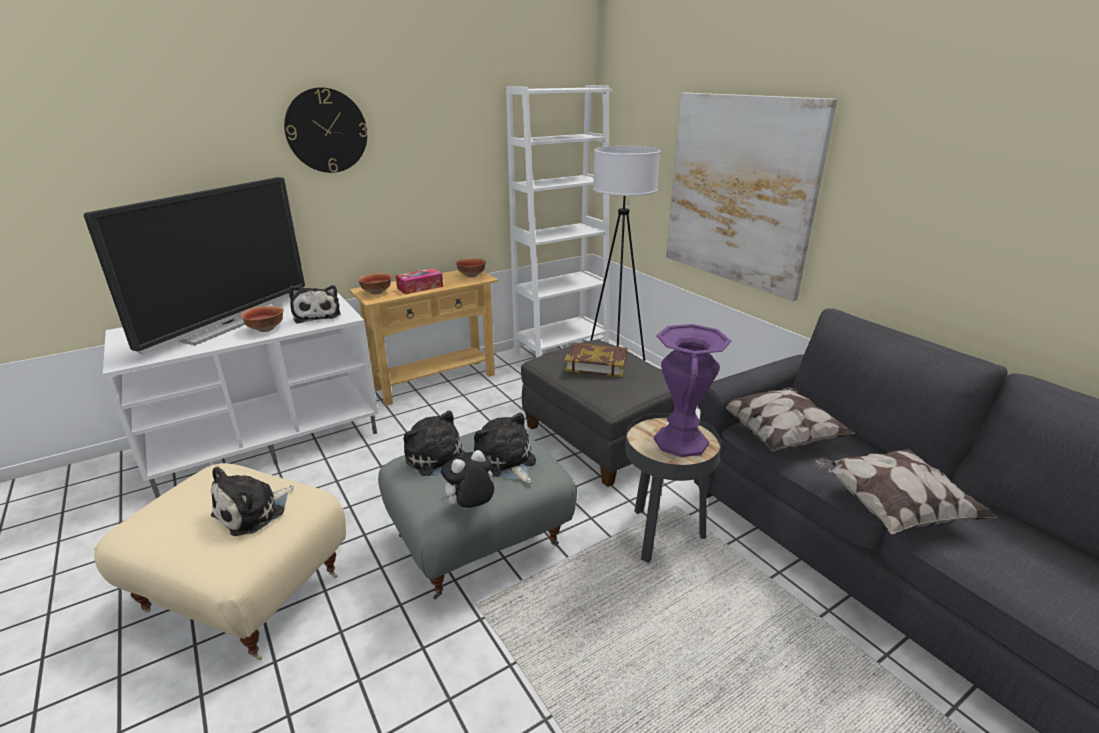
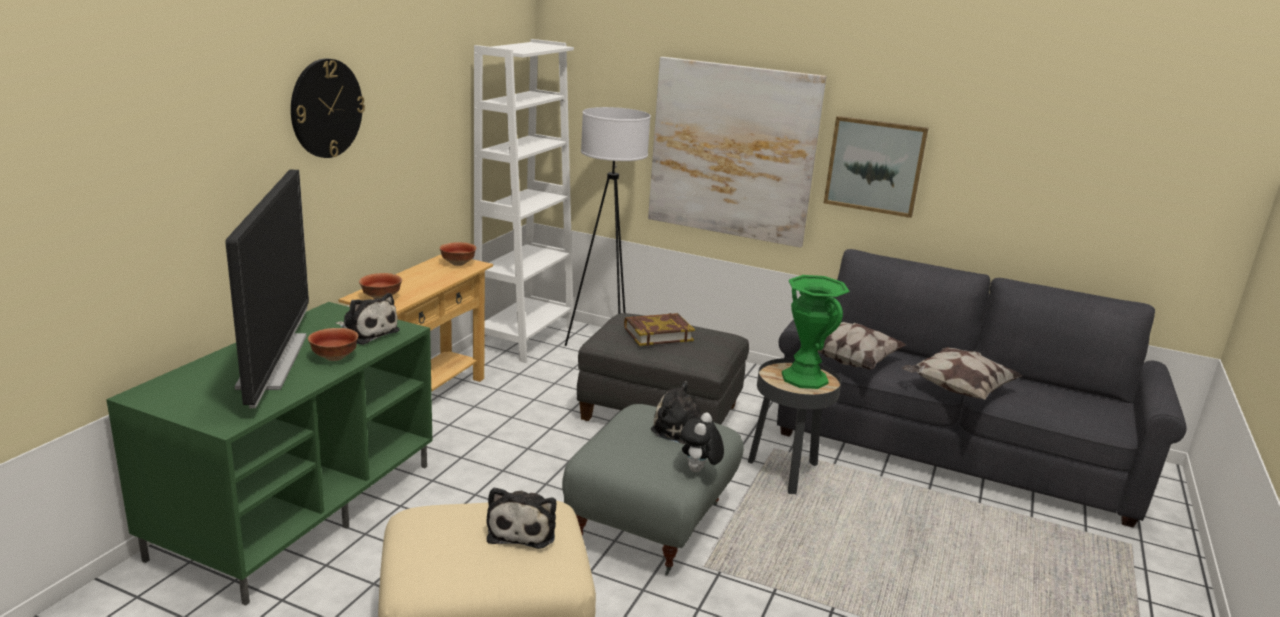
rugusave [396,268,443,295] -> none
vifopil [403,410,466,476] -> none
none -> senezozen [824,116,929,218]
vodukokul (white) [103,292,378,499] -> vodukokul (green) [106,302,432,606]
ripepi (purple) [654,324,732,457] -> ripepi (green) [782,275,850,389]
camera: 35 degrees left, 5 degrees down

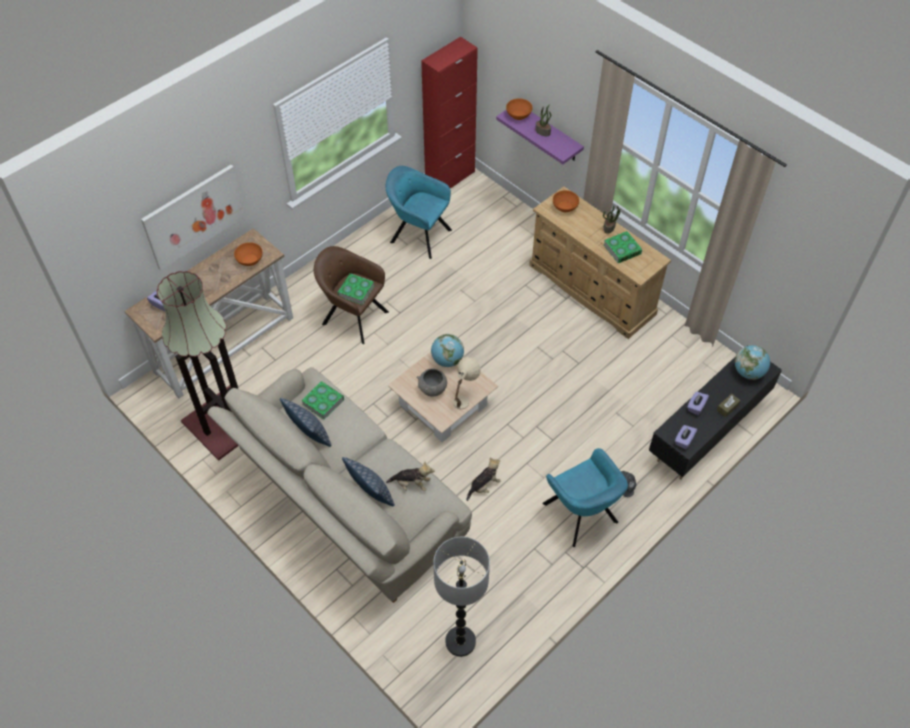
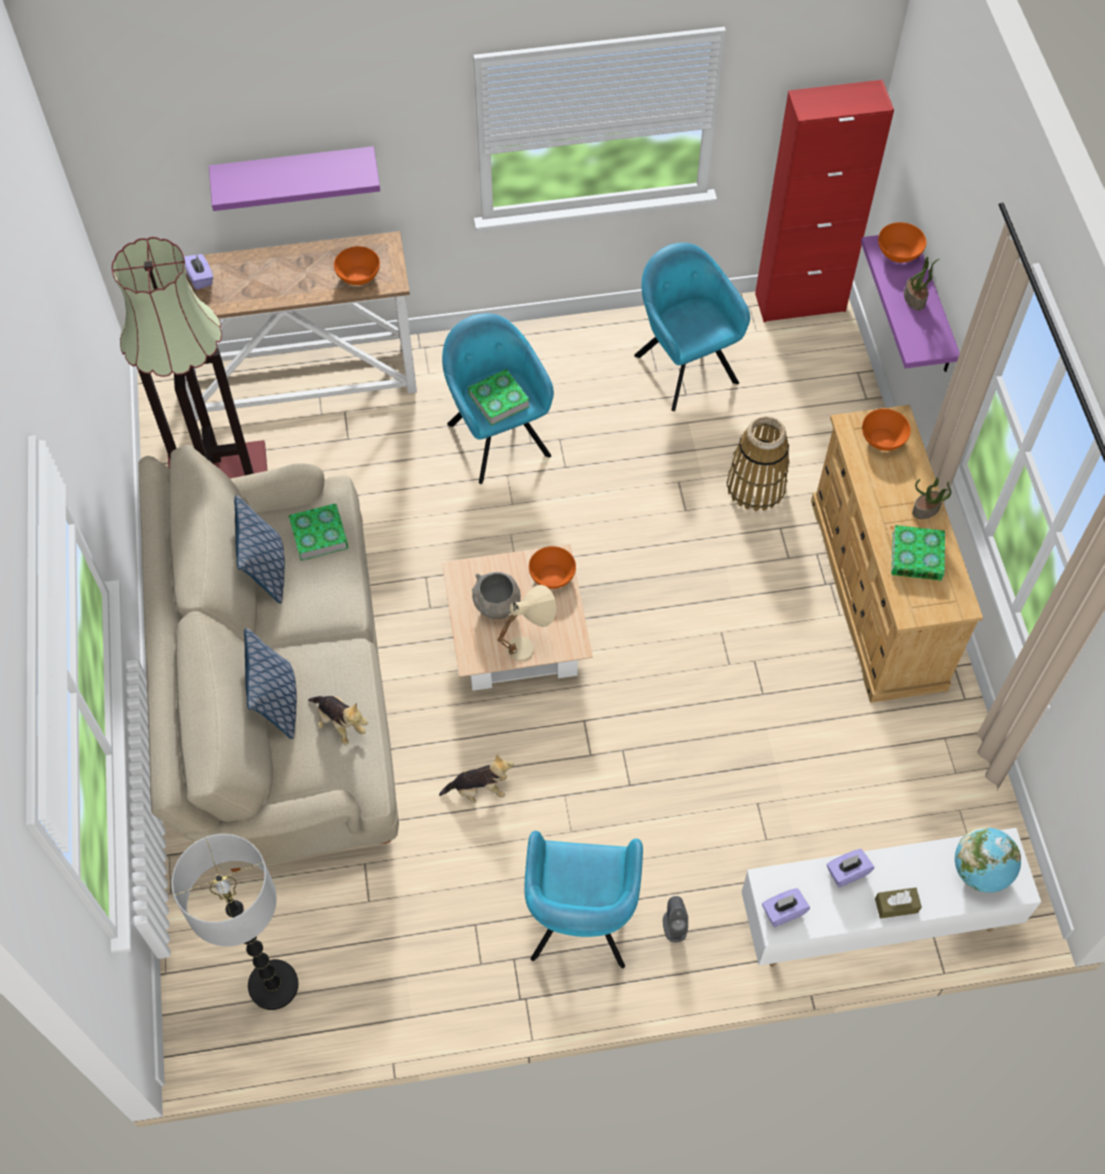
none -> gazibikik [727,416,790,511]
senezozen [141,165,245,270] -> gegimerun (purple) [209,146,380,211]
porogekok [431,334,464,367] -> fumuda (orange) [529,546,576,589]
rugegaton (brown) [314,246,389,344] -> rugegaton (turquoise) [442,313,554,484]
vodukokul (black) [649,356,782,479] -> vodukokul (white) [742,828,1041,967]
camera: 35 degrees right, 5 degrees up

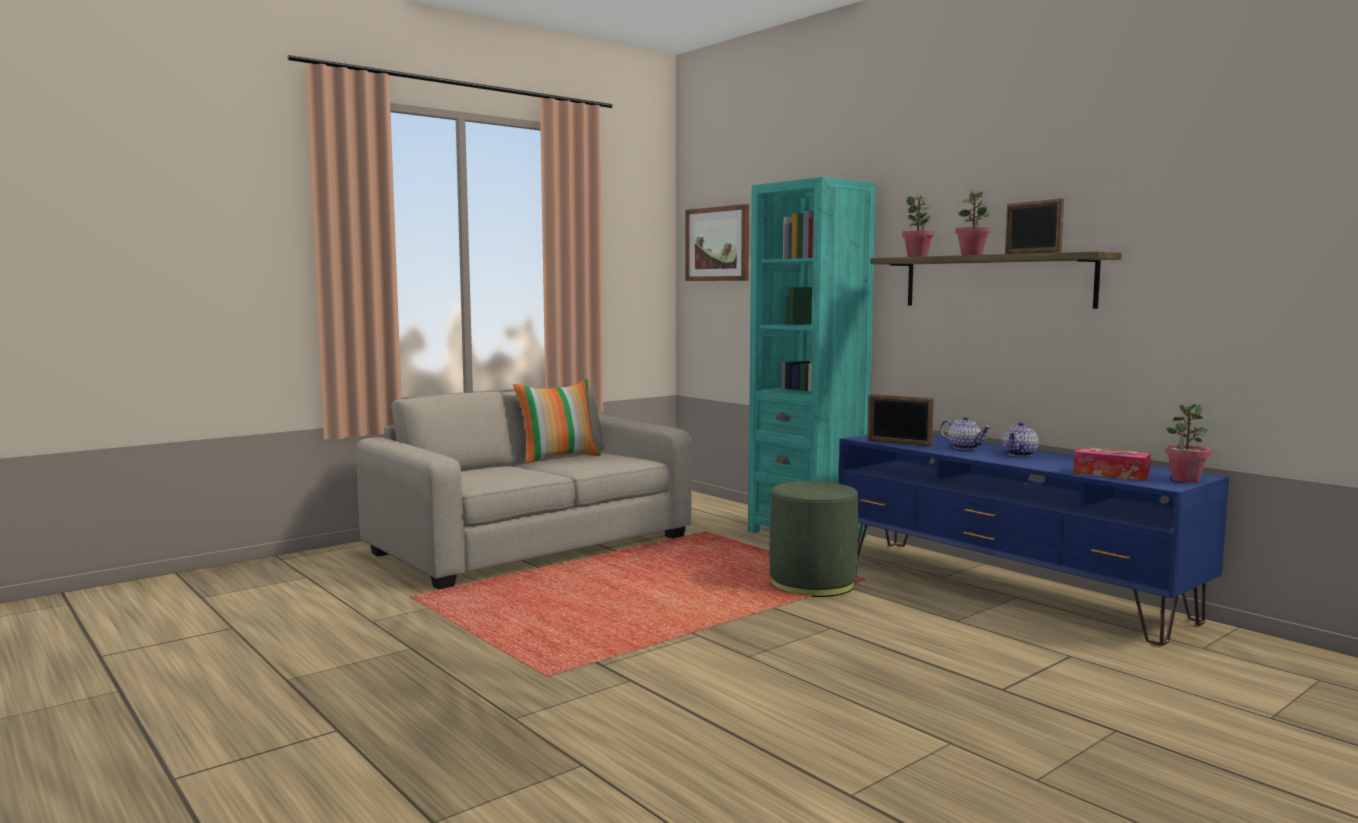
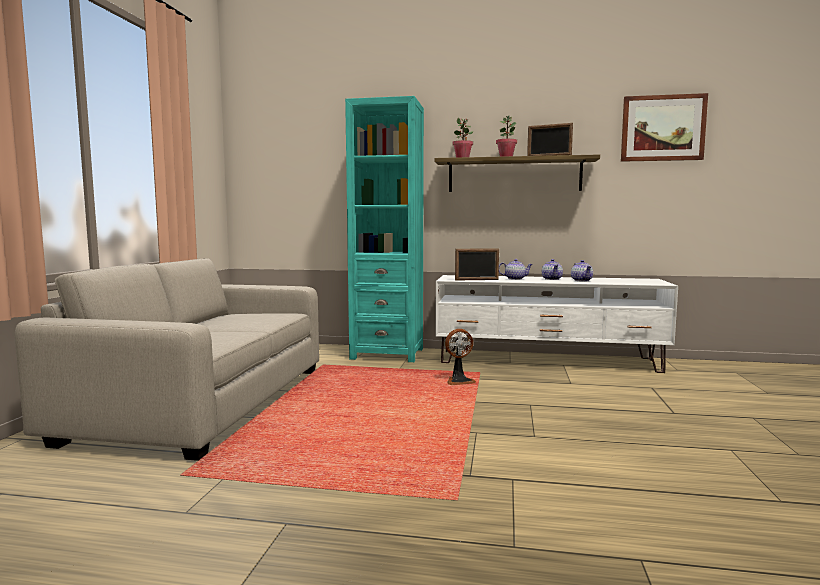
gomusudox [513,379,601,464] -> none
rugusave [1073,447,1151,481] -> none
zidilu [1165,404,1211,483] -> none
none -> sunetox [571,260,593,282]
senezozen [686,204,749,281] -> senezozen [621,93,708,162], shifted
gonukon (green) [770,481,858,597] -> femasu [445,329,476,385]
vodukokul (blue) [839,434,1229,646] -> vodukokul (white) [435,275,678,373]
camera: 40 degrees left, 0 degrees up

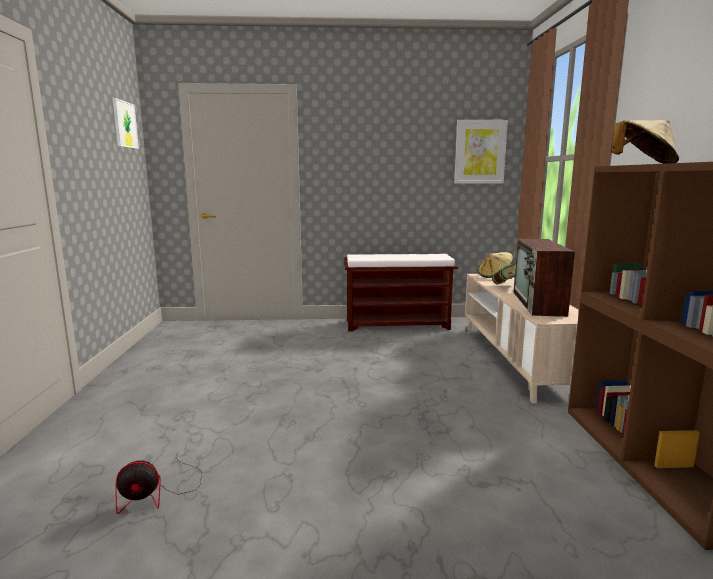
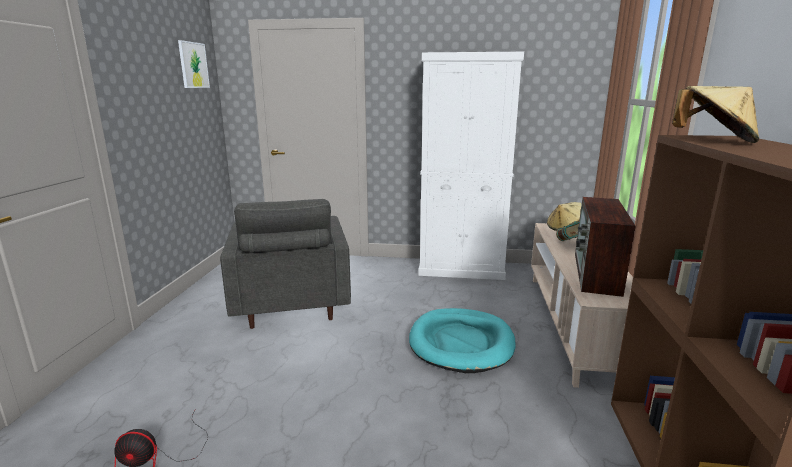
senezozen [454,120,508,184] -> none
none -> rugegaton (grey) [220,199,351,329]
none -> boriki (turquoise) [409,308,516,373]
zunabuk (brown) [344,254,458,332] -> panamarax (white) [418,52,524,280]
camera: 10 degrees right, 5 degrees up

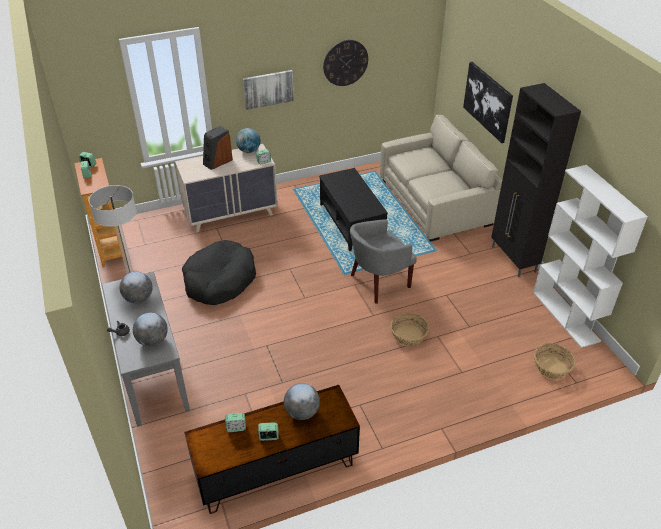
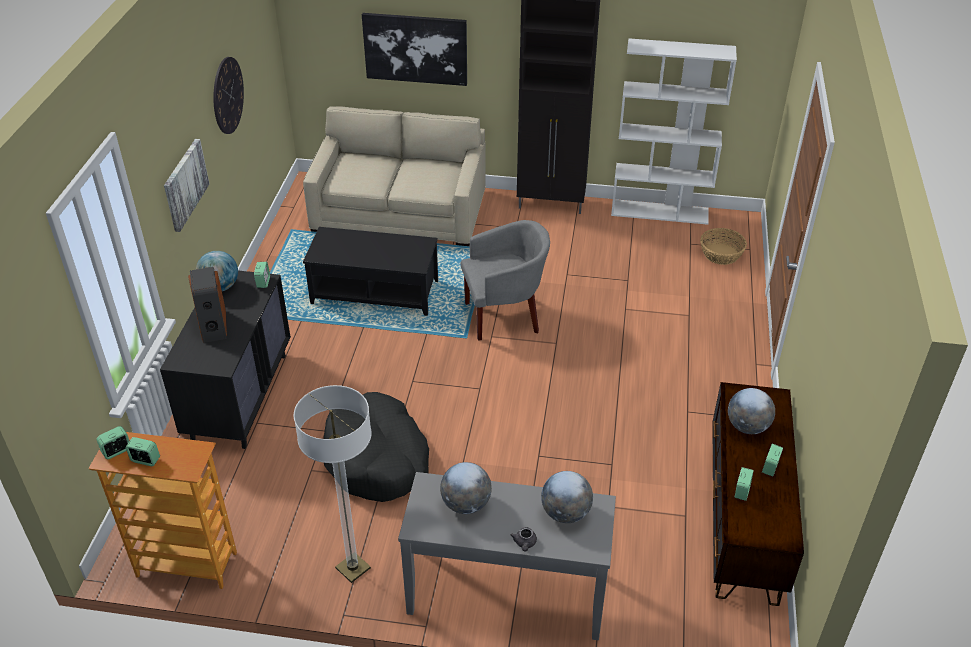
gazibikik [391,313,429,346] -> none
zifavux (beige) [175,144,278,233] -> zifavux (black) [160,271,291,449]
rugegaton (grey) [350,220,417,304] -> rugegaton (grey) [461,220,550,341], 105 degrees counterclockwise
camera: 60 degrees left, 0 degrees up

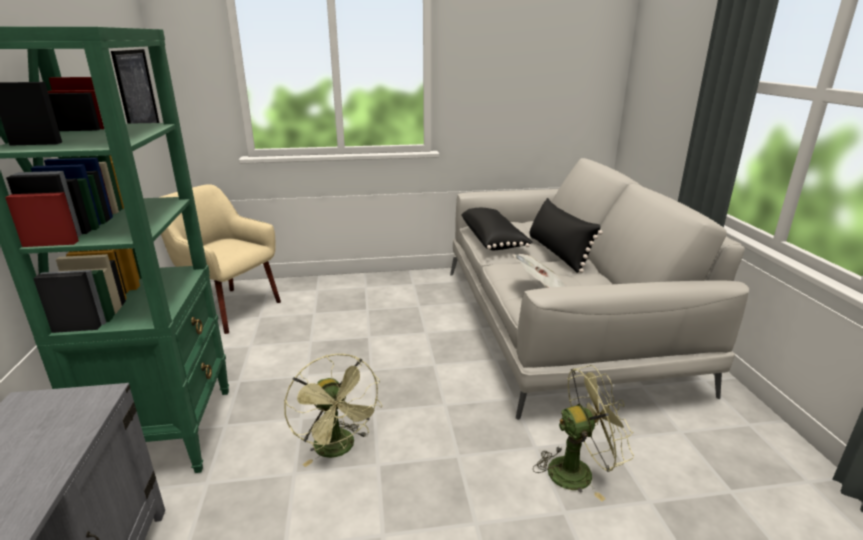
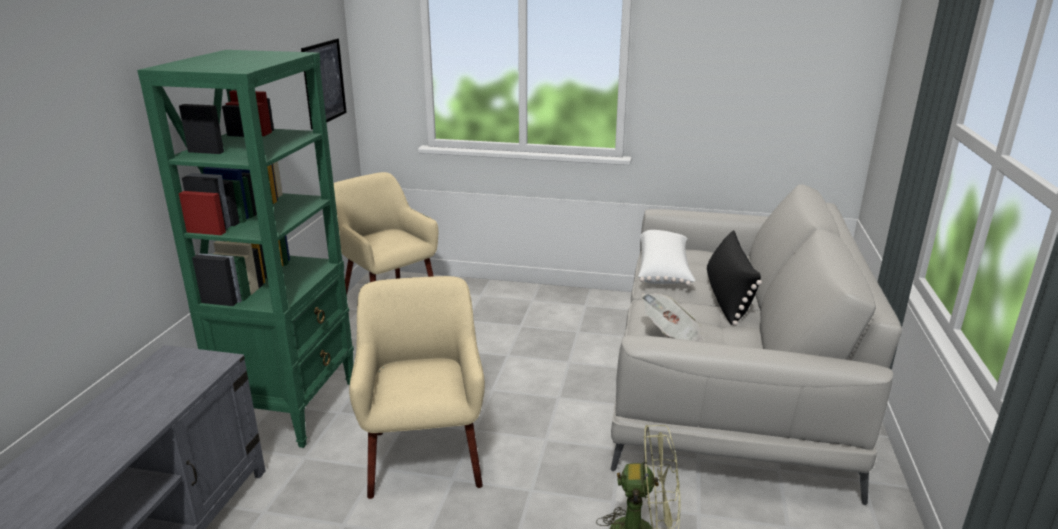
femasu (green) [284,354,383,467] -> rugegaton (beige) [349,276,485,499]
gomusudox (black) [461,208,532,250] -> gomusudox (white) [638,230,696,286]
camera: 20 degrees right, 0 degrees up

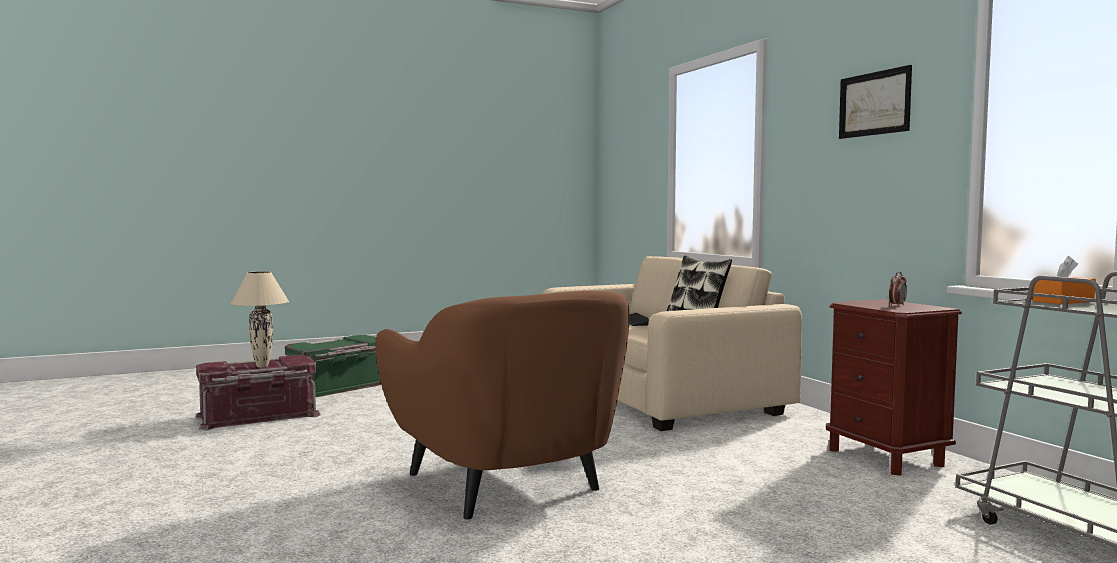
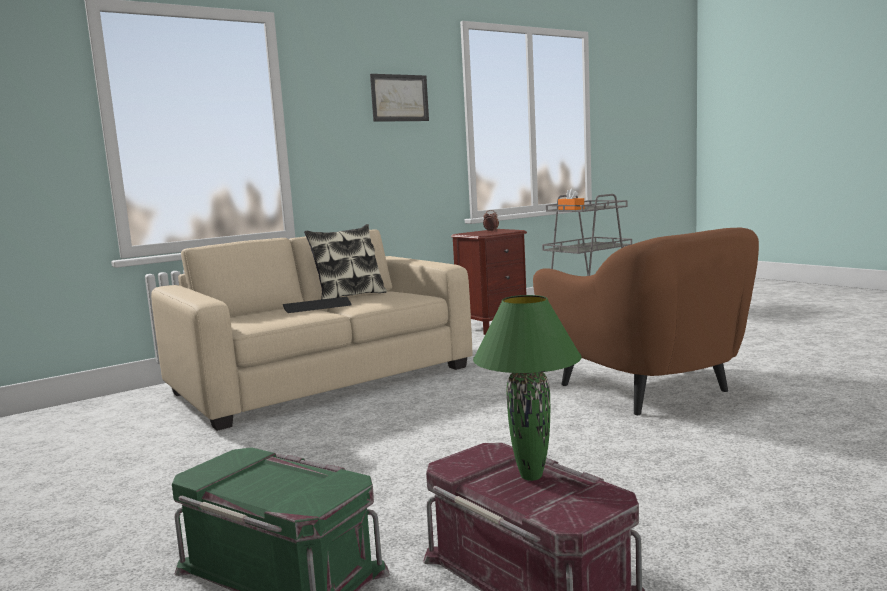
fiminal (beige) [230,271,289,367] -> fiminal (green) [473,295,582,481]
rugegaton (brown) [375,291,630,519] -> rugegaton (brown) [533,228,759,415], 105 degrees clockwise
camera: 100 degrees left, 5 degrees up

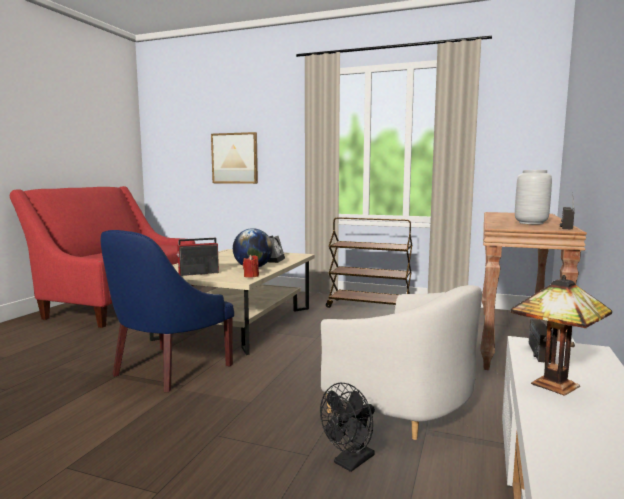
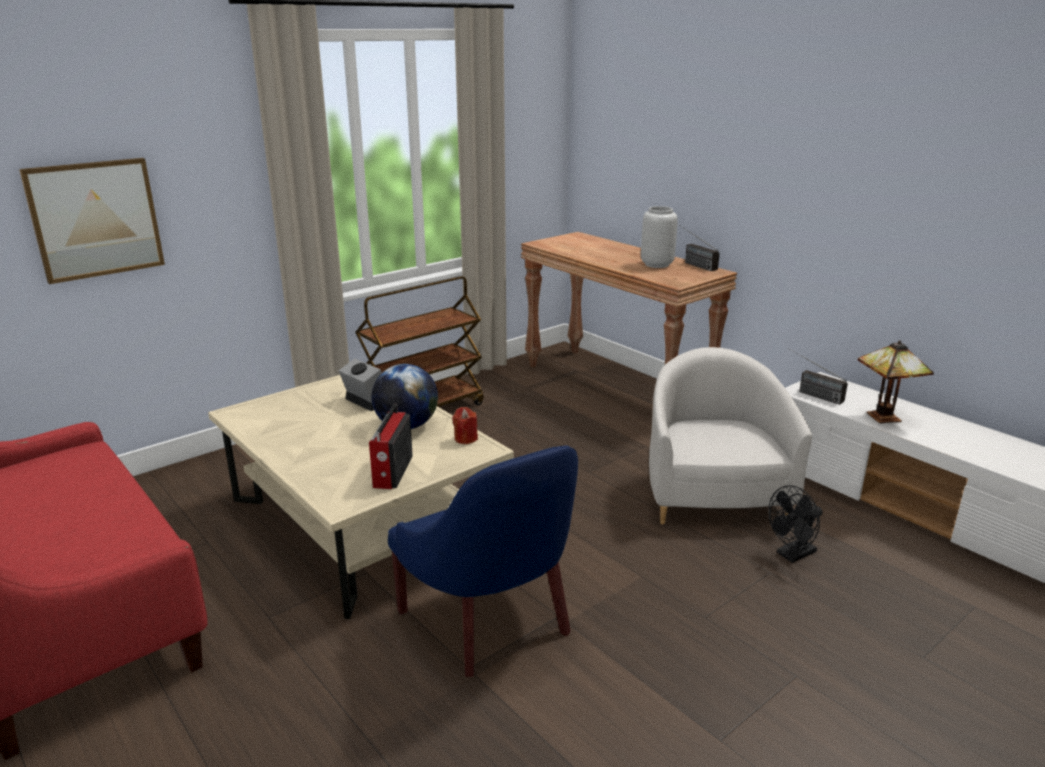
femasu (black) [320,383,375,472] -> femasu (black) [768,485,823,563], 75 degrees clockwise
rugegaton (white) [321,285,482,440] -> rugegaton (white) [649,347,812,524], 75 degrees counterclockwise
camera: 60 degrees left, 15 degrees up

